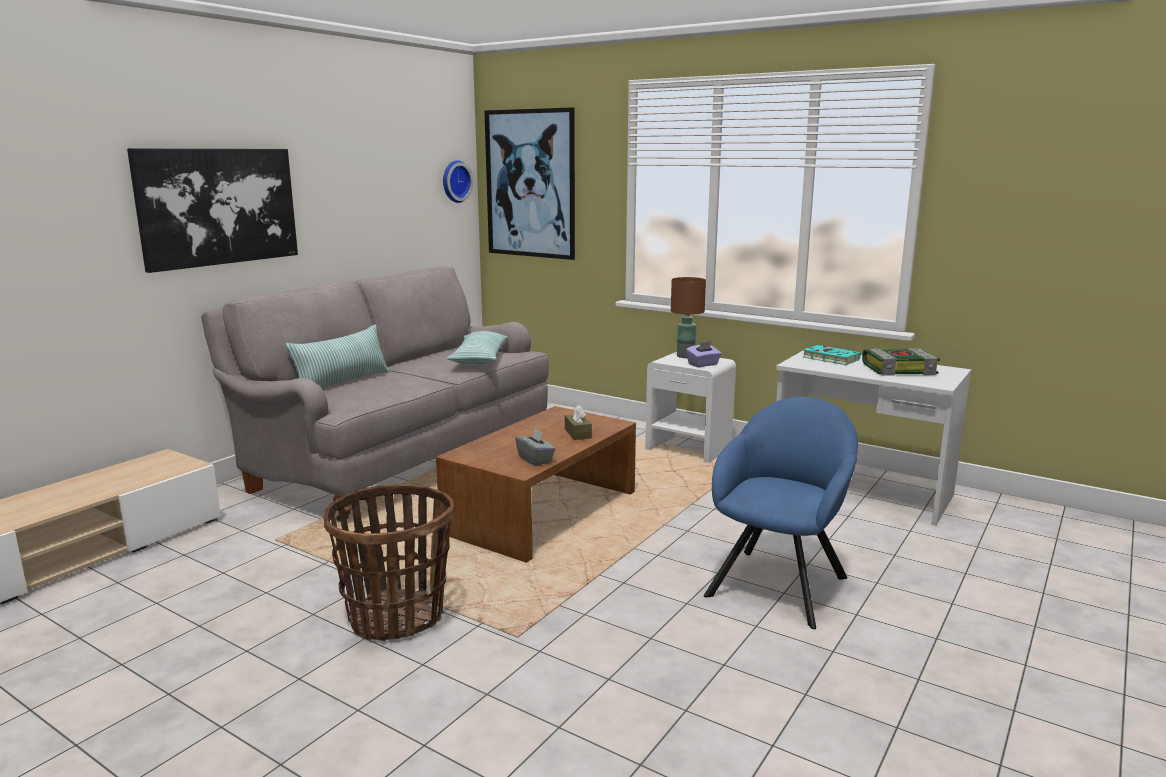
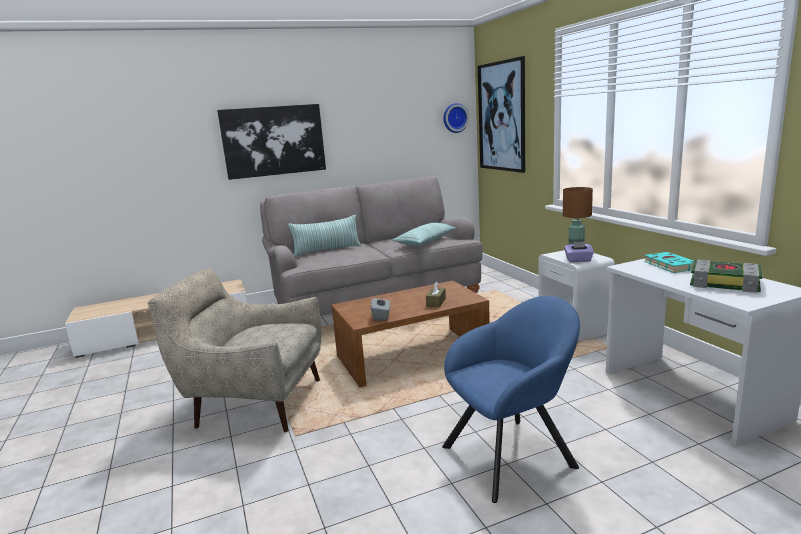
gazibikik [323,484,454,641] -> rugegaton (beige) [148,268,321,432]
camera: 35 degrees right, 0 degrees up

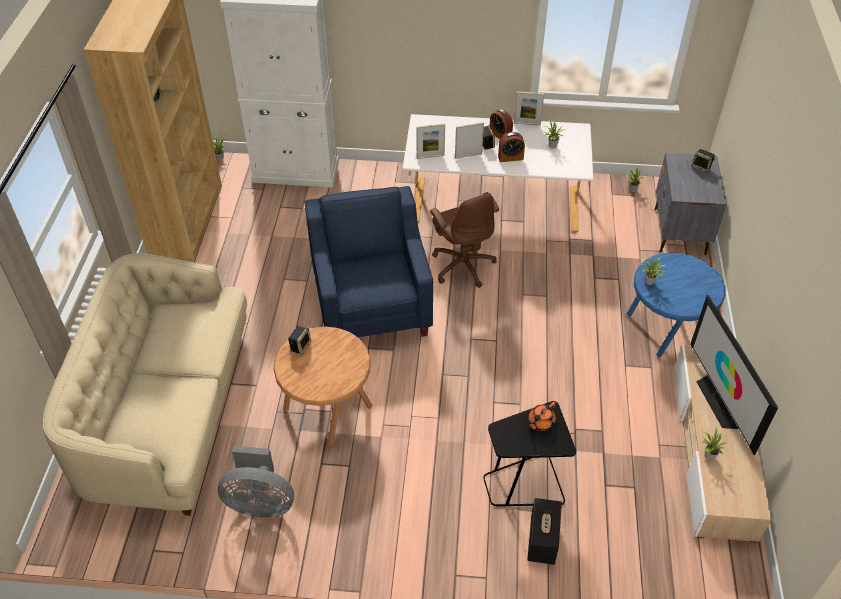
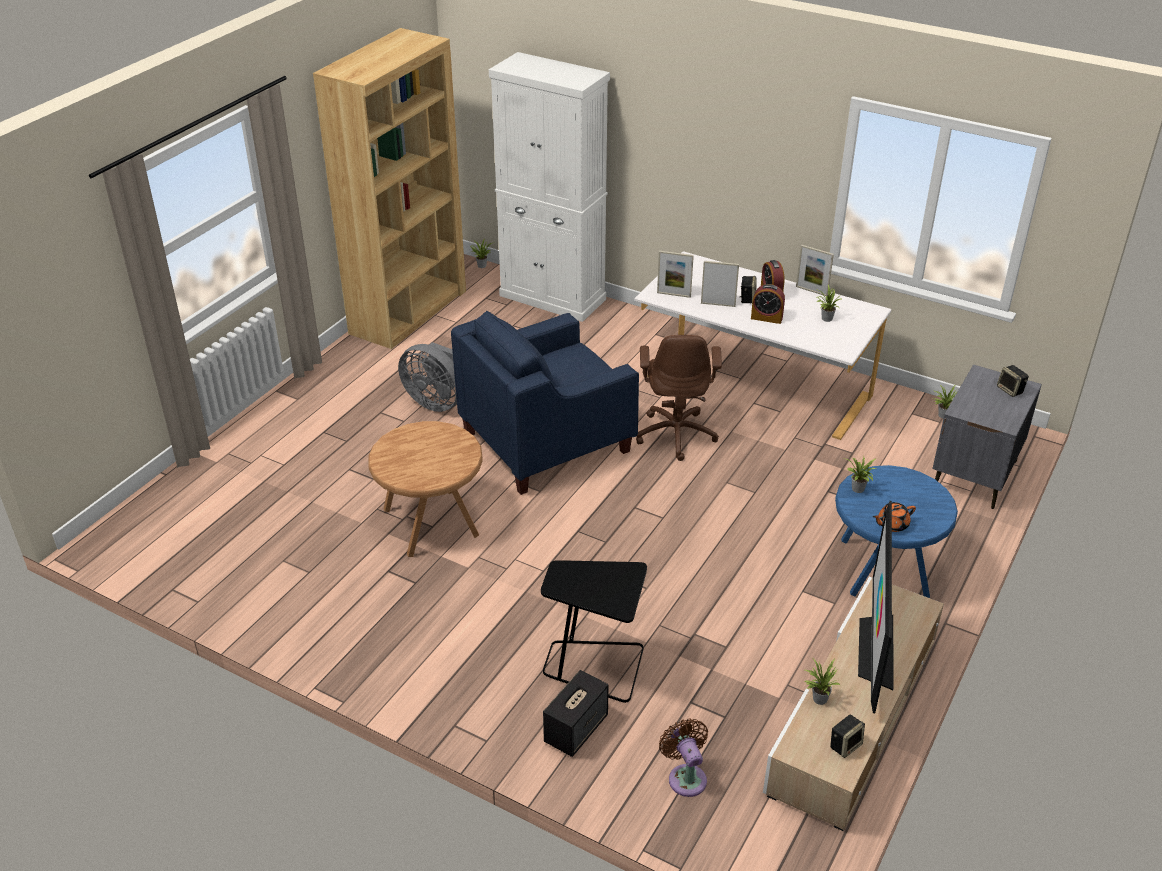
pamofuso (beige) [43,253,247,516] -> none
none -> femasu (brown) [659,719,708,797]
femasu (grey) [218,446,294,518] -> femasu (grey) [398,342,457,412], shifted
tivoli [288,326,311,355] -> tivoli [830,715,865,758], shifted
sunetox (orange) [528,402,556,431] -> sunetox (orange) [873,502,916,532], shifted
rugegaton (blue) [304,186,433,337] -> rugegaton (blue) [451,311,639,495], 135 degrees counterclockwise
camera: 25 degrees right, 10 degrees down

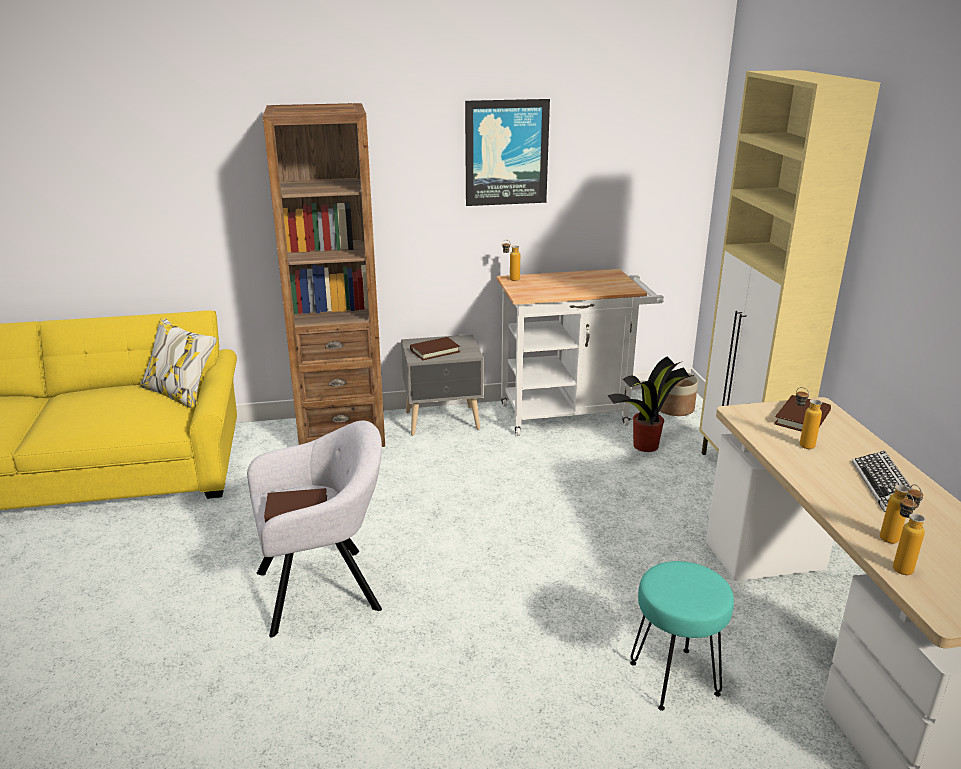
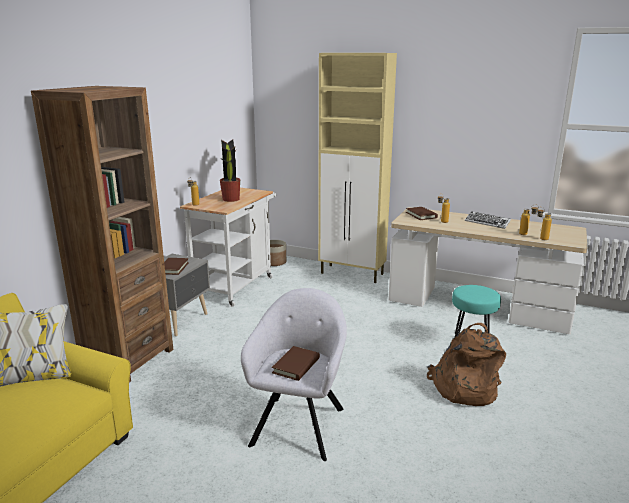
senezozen [465,99,550,206] -> none
none -> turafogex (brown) [427,323,506,406]
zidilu [607,356,694,452] -> zidilu [219,140,241,202], shifted
camera: 55 degrees left, 5 degrees down

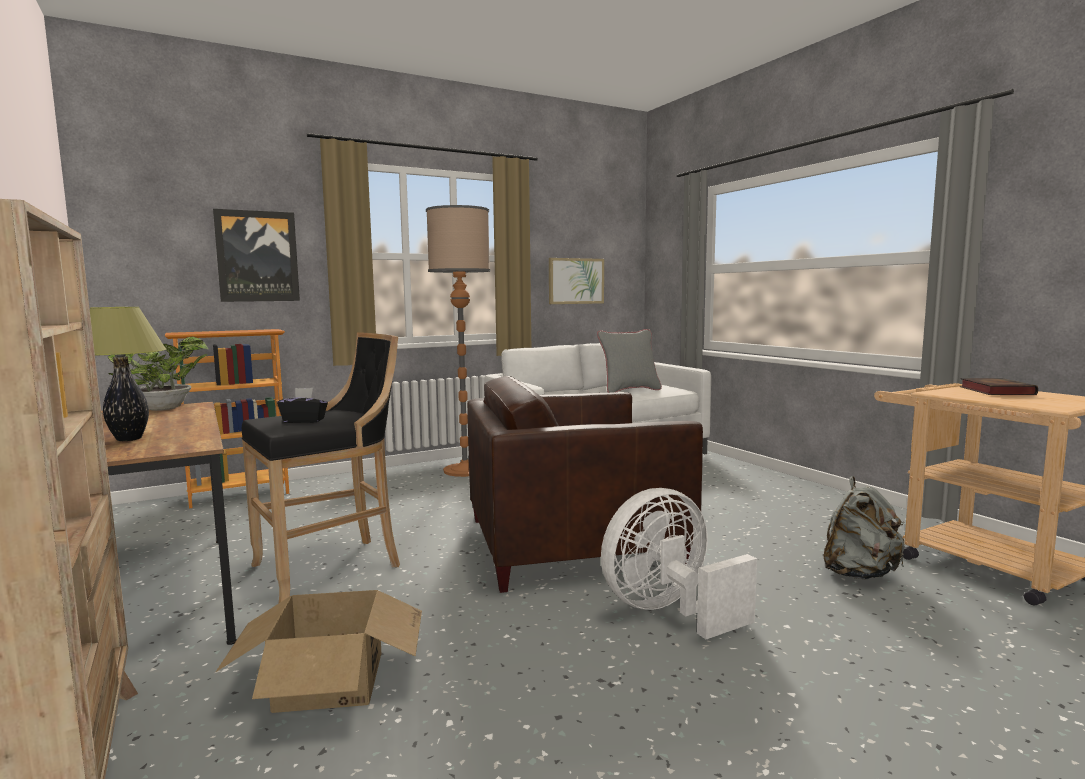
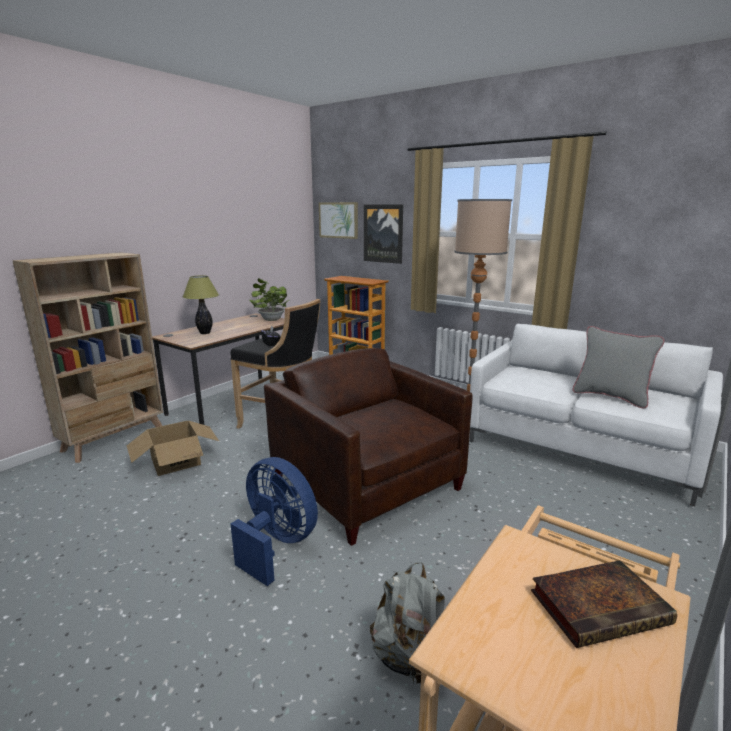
senezozen [549,258,604,304] -> senezozen [319,202,358,239], shifted
femasu (white) [601,488,757,639] -> femasu (blue) [231,457,318,586]
camera: 65 degrees right, 10 degrees up

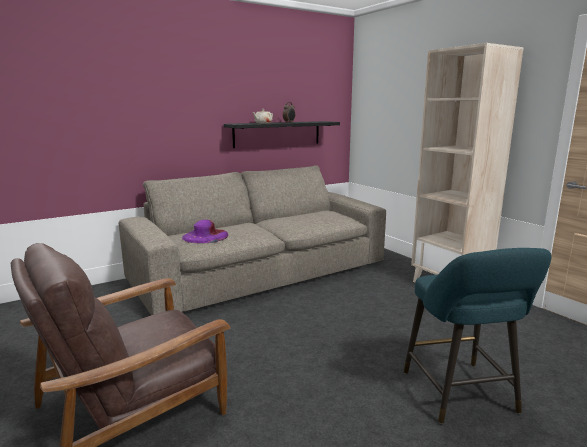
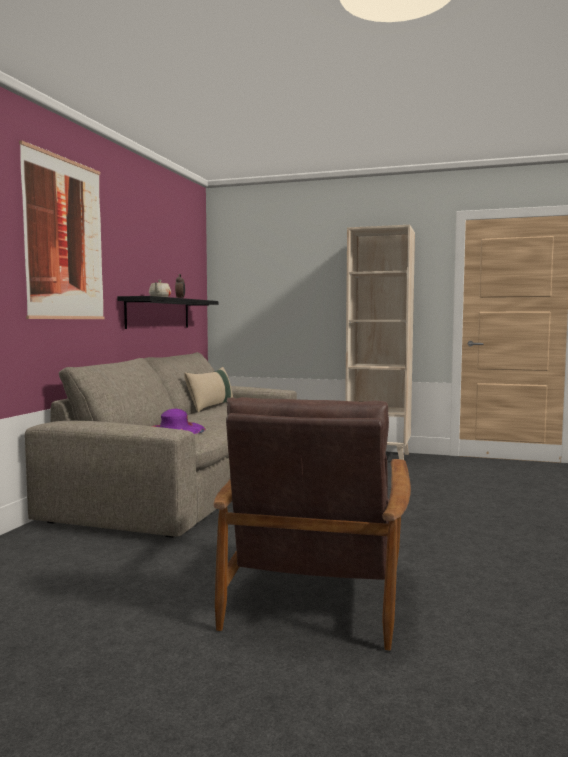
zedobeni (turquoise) [404,248,552,424] -> none
none -> senezozen [19,140,105,319]
none -> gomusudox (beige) [184,367,234,412]
camera: 40 degrees left, 10 degrees down

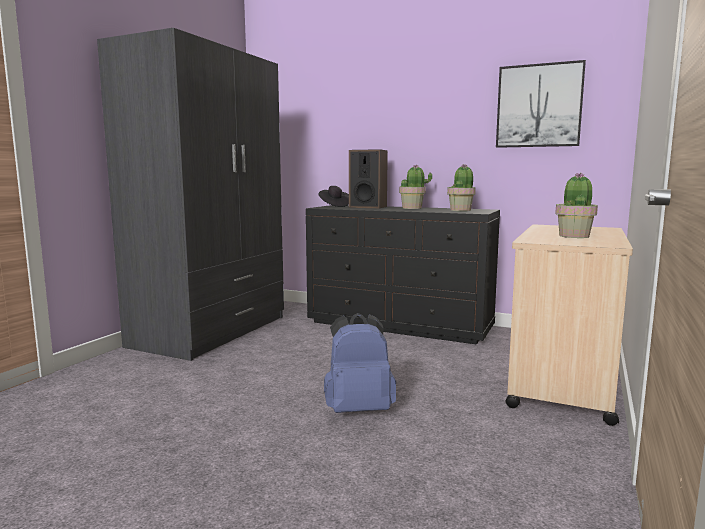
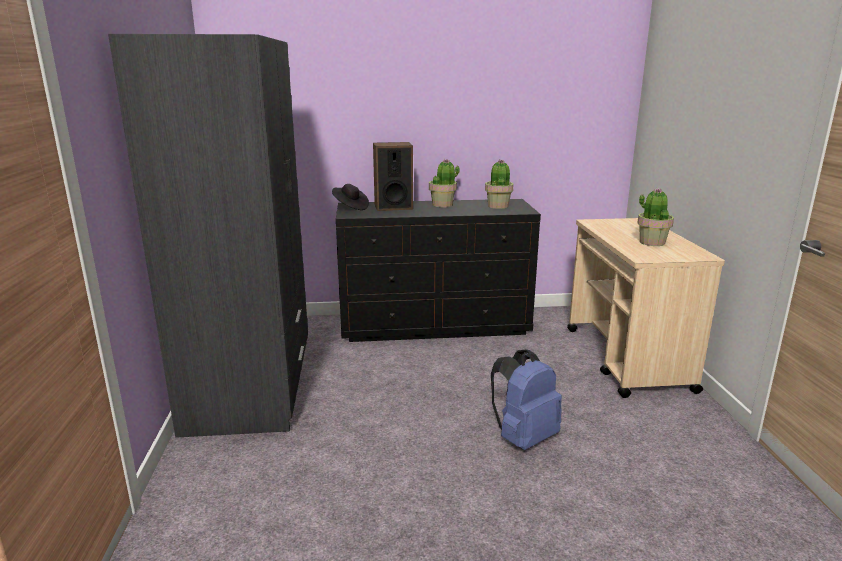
senezozen [496,60,586,148] -> none
camera: 30 degrees left, 10 degrees up

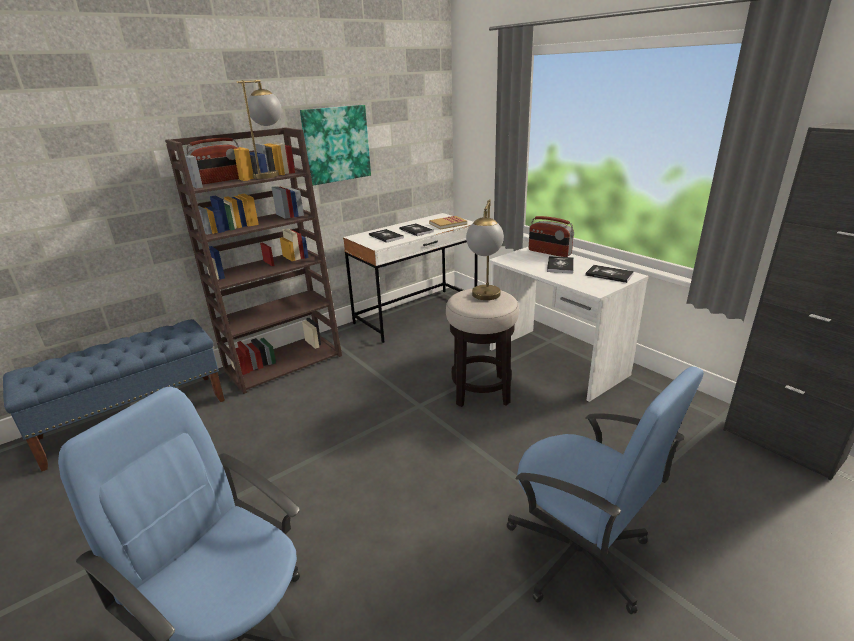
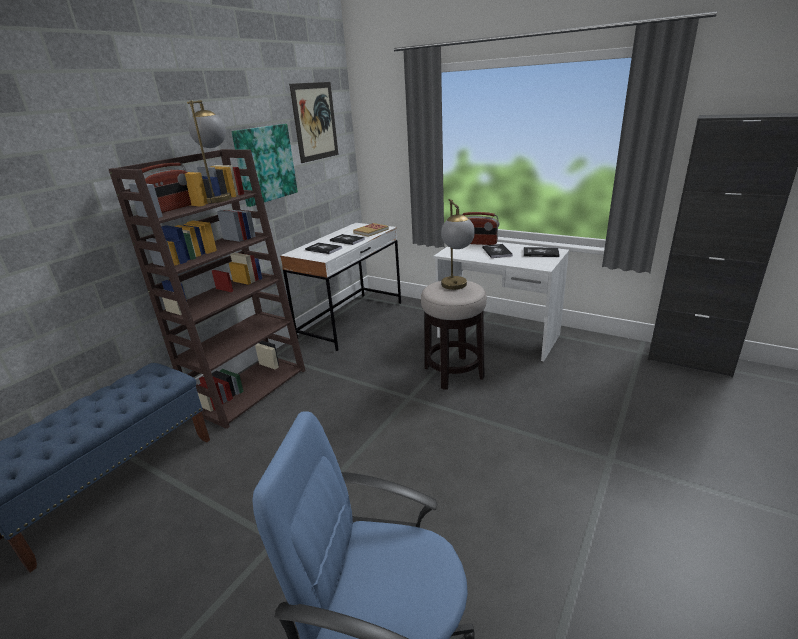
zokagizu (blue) [506,366,704,614] -> none
none -> senezozen [289,82,339,163]
camera: 20 degrees left, 0 degrees up

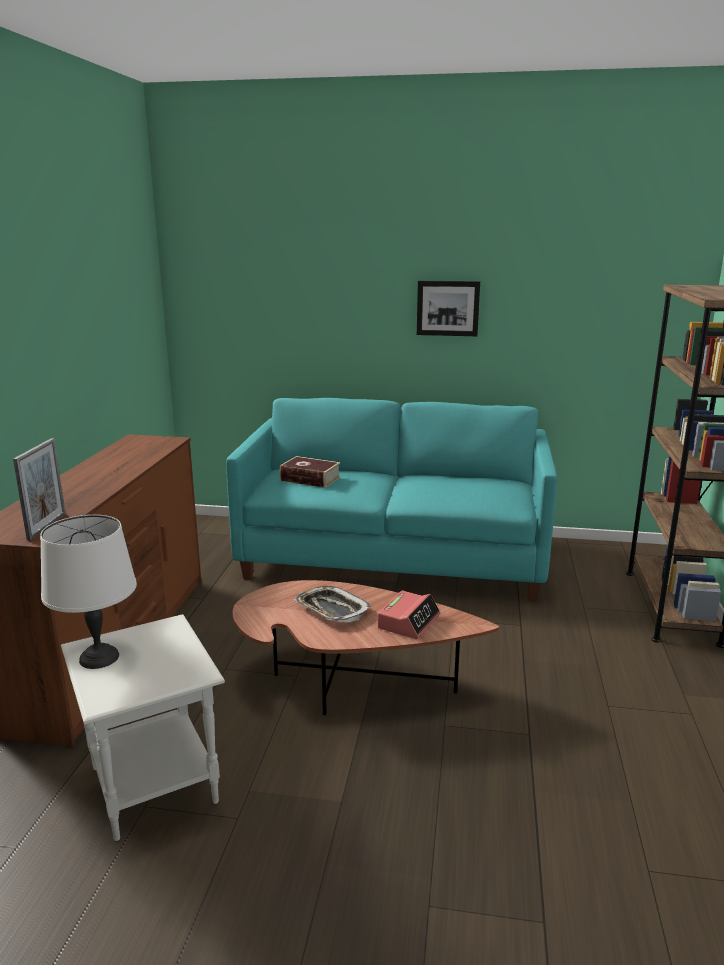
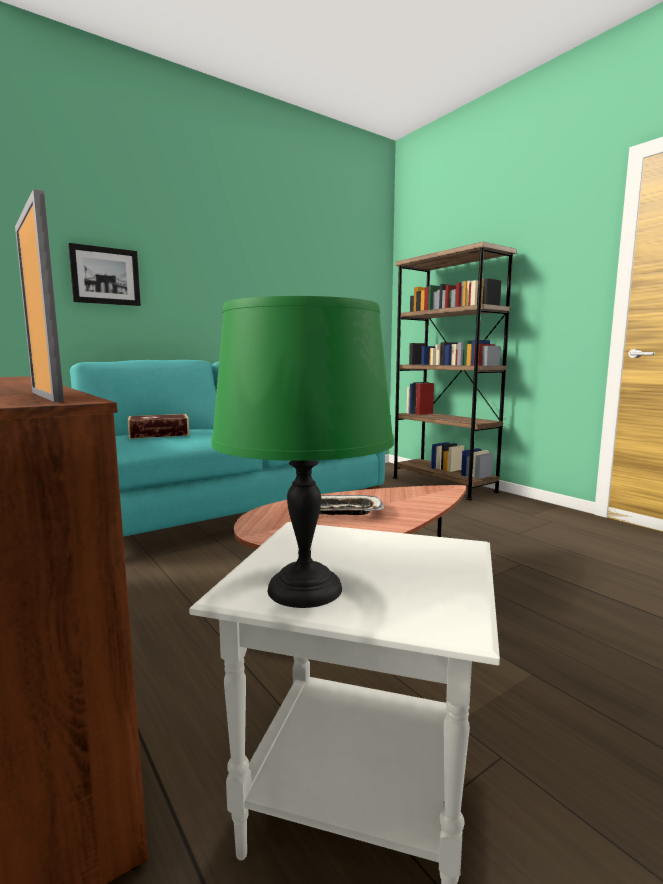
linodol [377,590,440,639] -> none
senezozen [417,281,480,336] -> senezozen [68,243,141,306], shifted
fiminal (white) [40,515,137,669] -> fiminal (green) [211,296,394,608]
camera: 45 degrees left, 10 degrees down

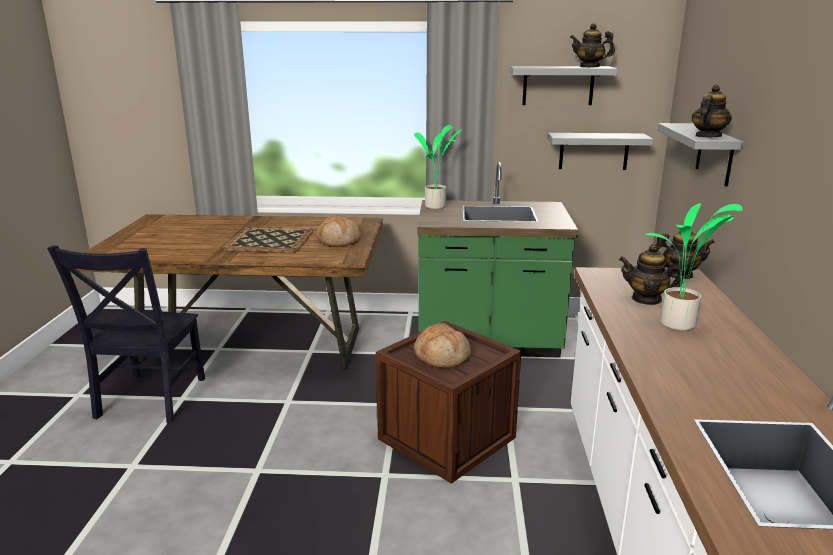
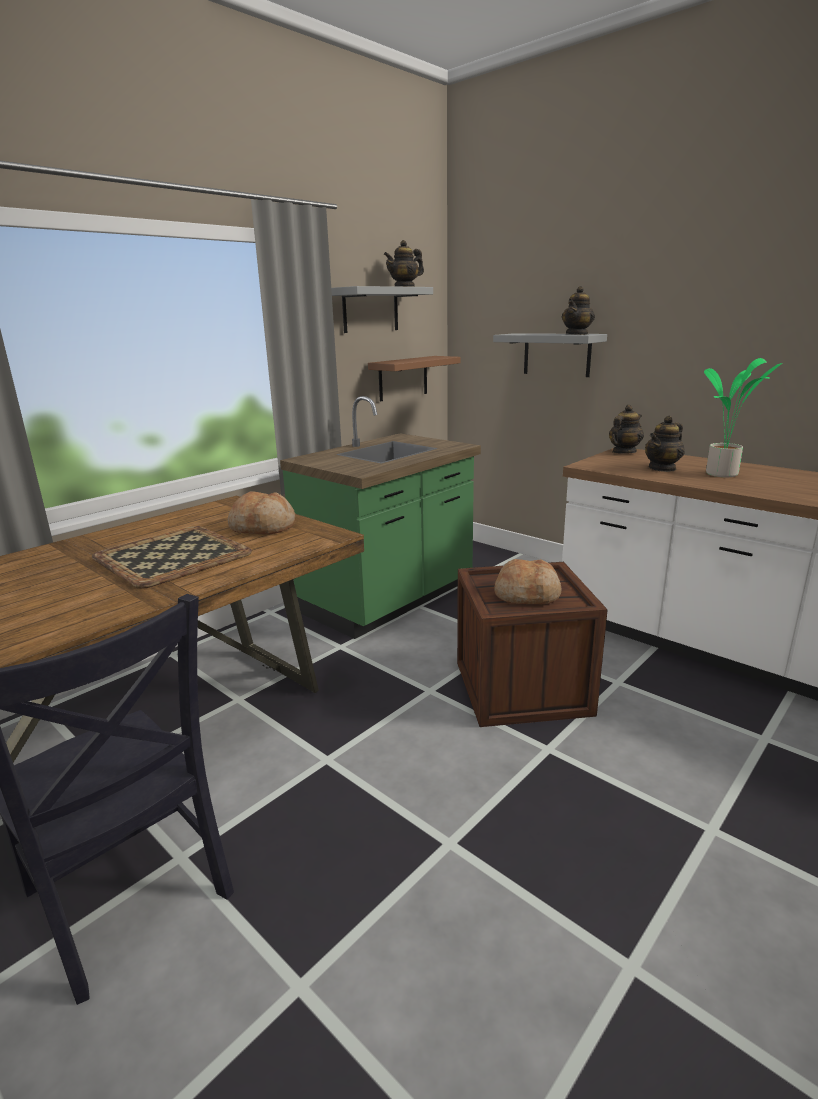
zidilu [414,125,462,209] -> none
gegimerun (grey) [547,133,654,170] -> gegimerun (brown) [368,356,460,401]
sunetox [691,85,732,137] -> sunetox [562,286,595,335], 135 degrees counterclockwise
camera: 50 degrees left, 0 degrees up

